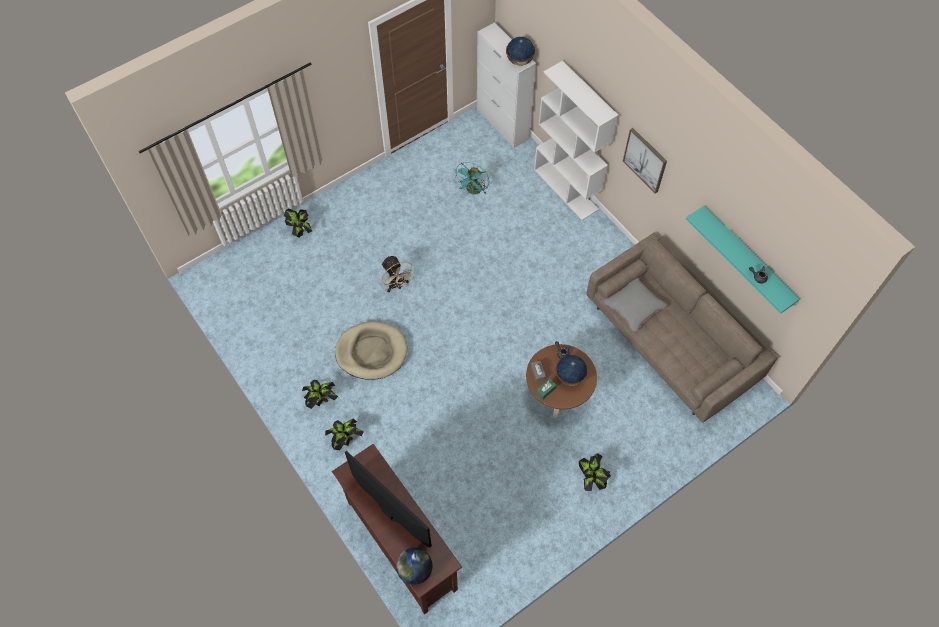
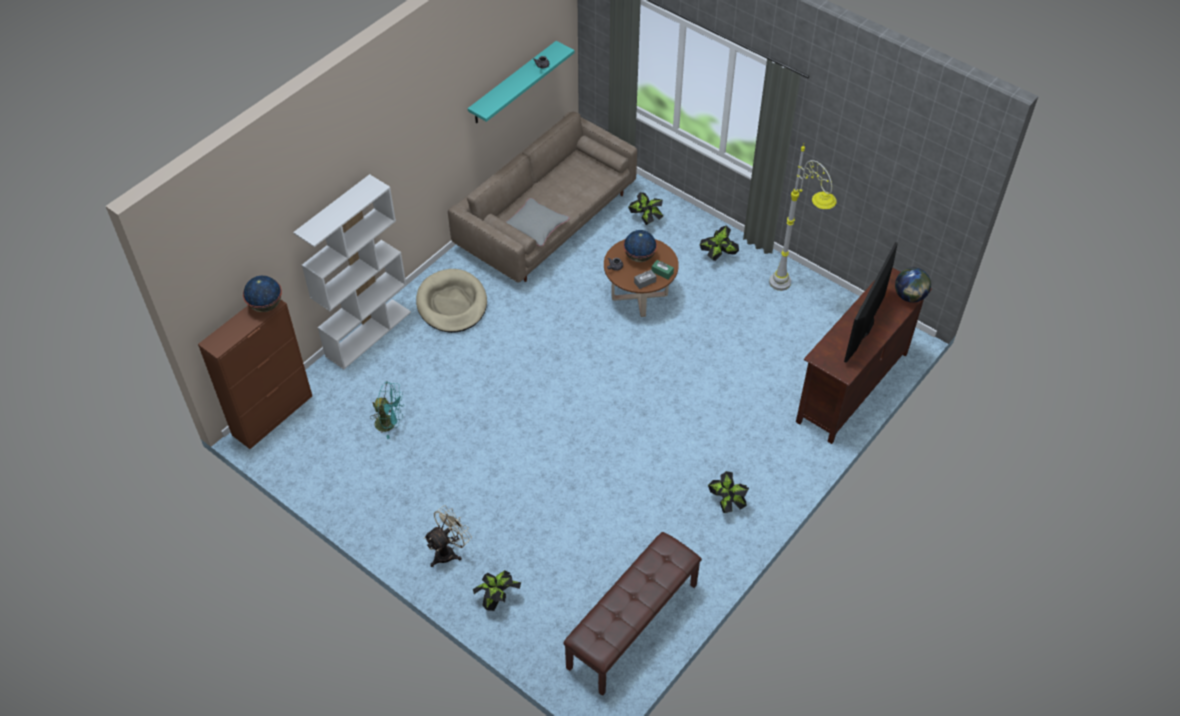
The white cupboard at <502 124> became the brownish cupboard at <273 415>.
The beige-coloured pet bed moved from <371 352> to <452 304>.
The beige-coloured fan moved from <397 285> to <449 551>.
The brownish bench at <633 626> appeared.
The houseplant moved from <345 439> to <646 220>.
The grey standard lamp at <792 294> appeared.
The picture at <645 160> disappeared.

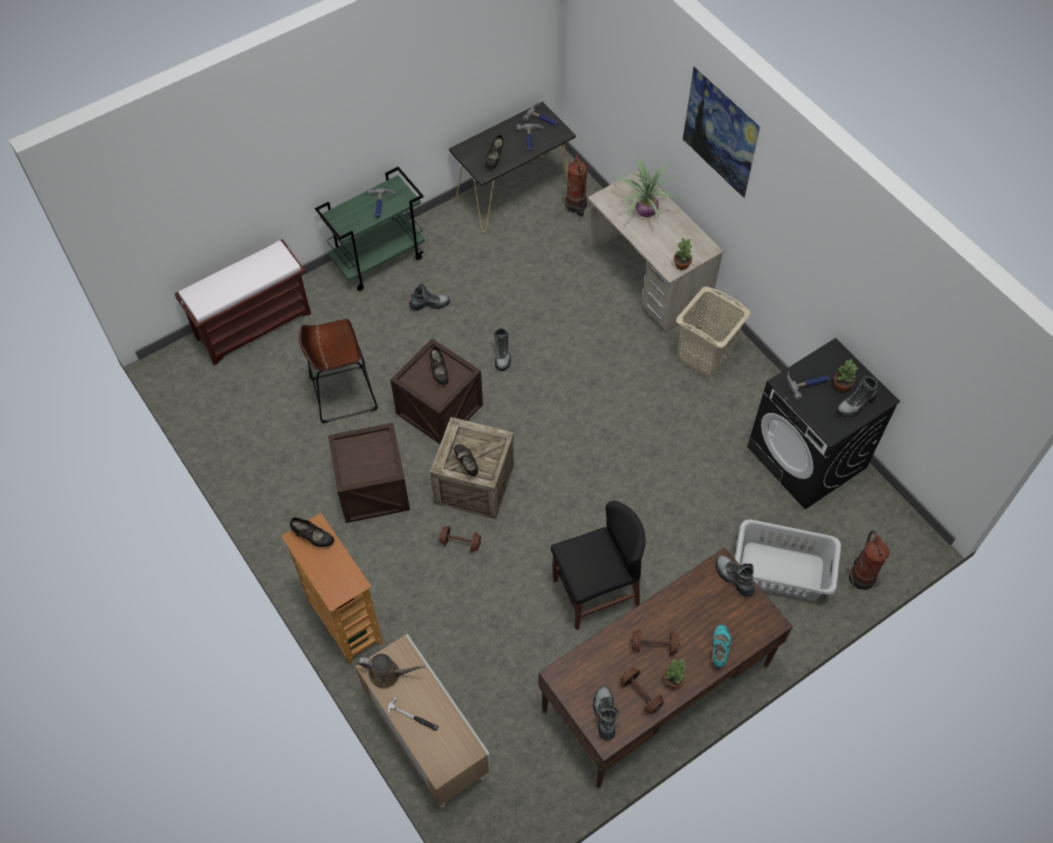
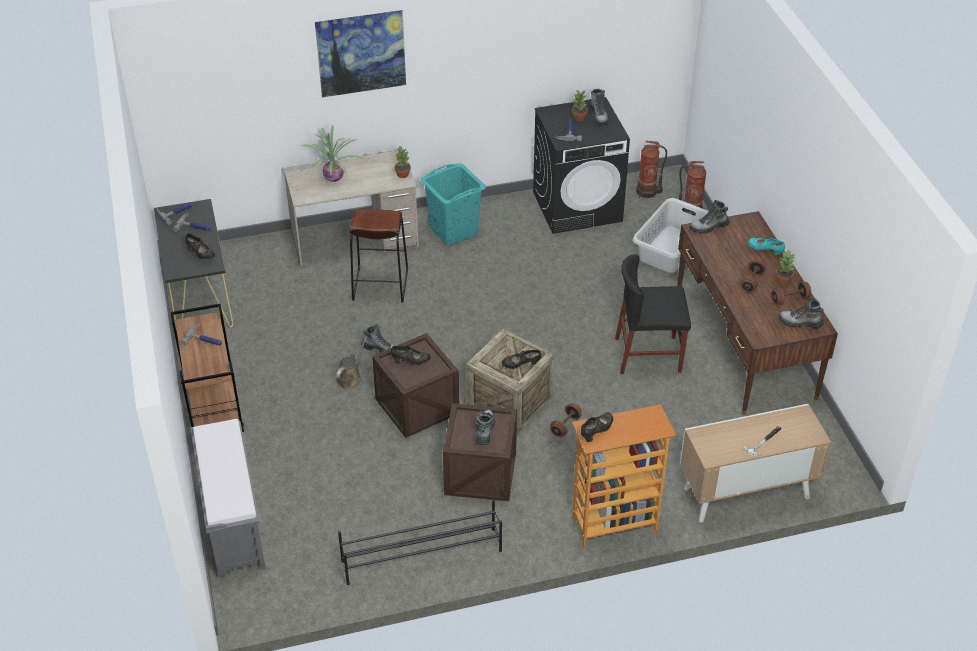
The green trolley at <379 259> became the brownish trolley at <213 408>.
The brownish bench at <254 324> became the grey bench at <233 524>.
The brownish sprinkling can moved from <388 674> to <350 378>.
The black-coloured shoe shelf at <421 556> appeared.
The brownish stool moved from <343 394> to <380 285>.
The beige-coloured laundry basket at <704 356> became the turquoise laundry basket at <453 231>.
The tall boot moved from <429 304> to <485 431>.
The black-coloured chair at <595 592> turned 90 degrees counterclockwise.
The fire extinguisher moved from <575 205> to <647 192>.

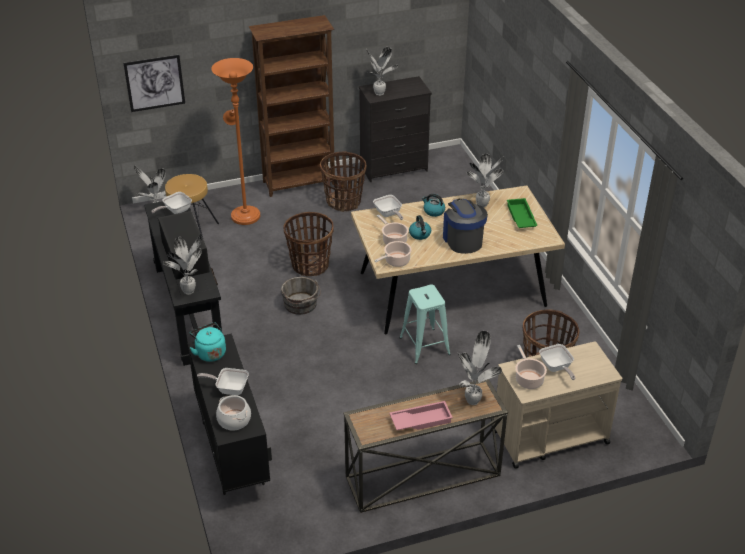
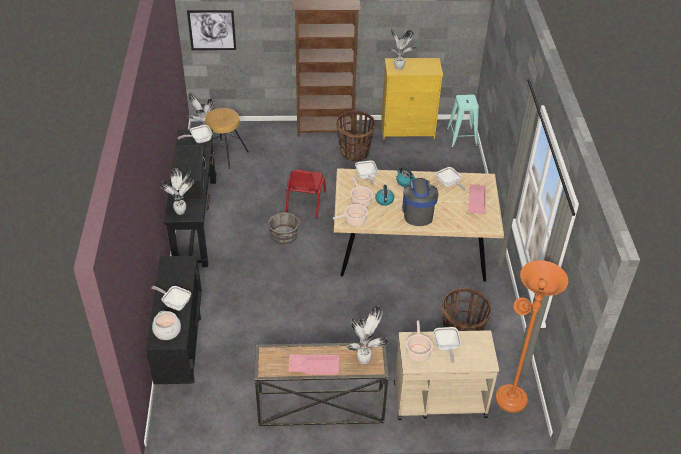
The household basket at <310 265> was replaced by the red-coloured chair at <305 203>.
The black-coloured chest of drawers at <394 168> became the yellow-coloured chest of drawers at <408 130>.
The houseplant at <483 205> was replaced by the frying pan at <449 184>.
The turquoise stool moved from <424 346> to <461 138>.
The green tray at <520 217> became the pink-coloured tray at <476 202>.
The orange standard lamp moved from <244 214> to <510 395>.
The turquoise water kettle at <209 352> disappeared.

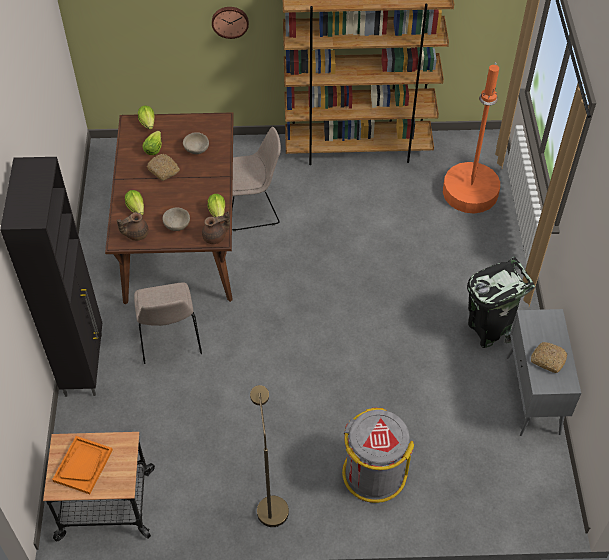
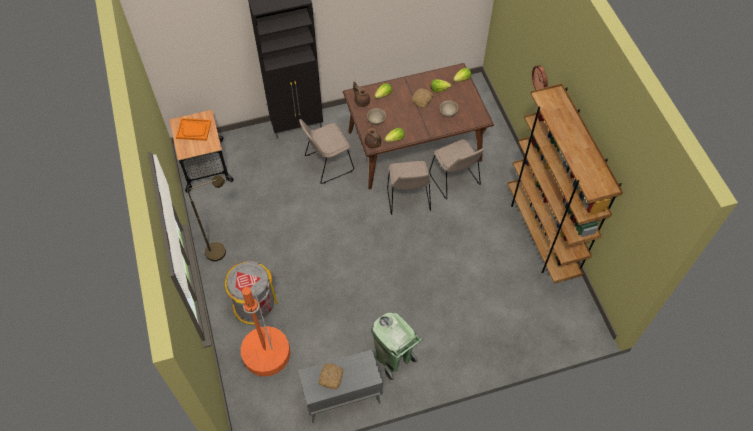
The orange standard lamp moved from <470 193> to <266 353>.
The black-coloured waste bin at <489 330> became the green waste bin at <393 359>.
The beige-coloured chair at <408 199> appeared.

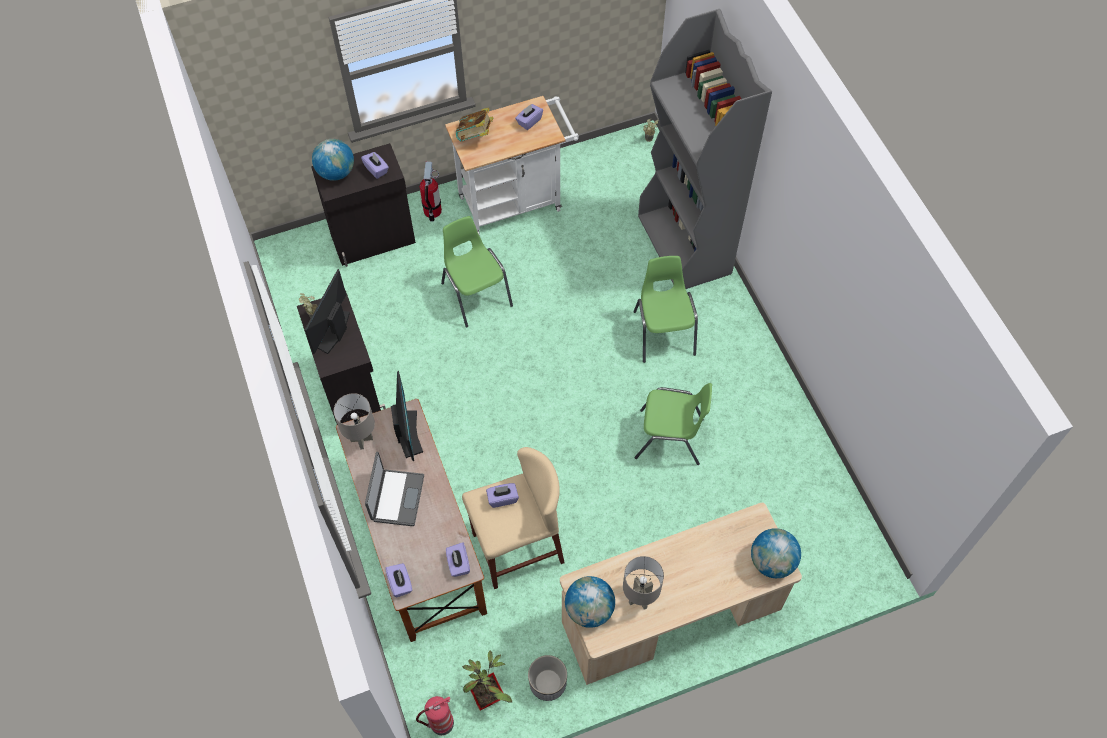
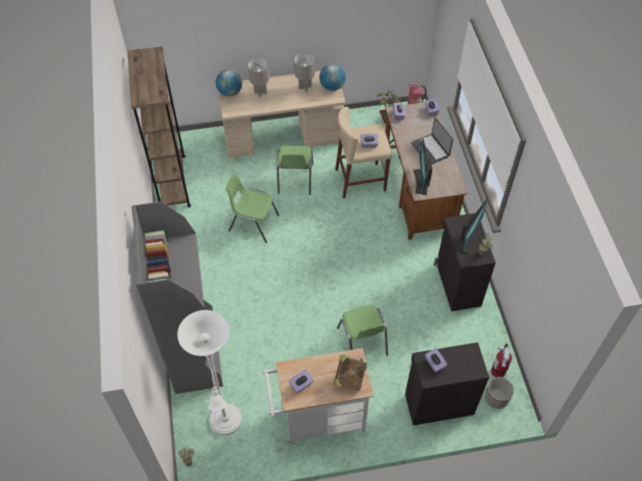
The brownish bookcase at <173 182> appeared.
The white standard lamp at <226 424> appeared.
The grey table lamp moved from <361 440> to <260 92>.
The green chair moved from <663 332> to <294 179>.
The laptop at <396 498> turned 45 degrees counterclockwise.
The flower pot moved from <547 683> to <496 398>.
The fire extinguisher moved from <432 211> to <498 371>.
The world globe at <336 172> disappeared.

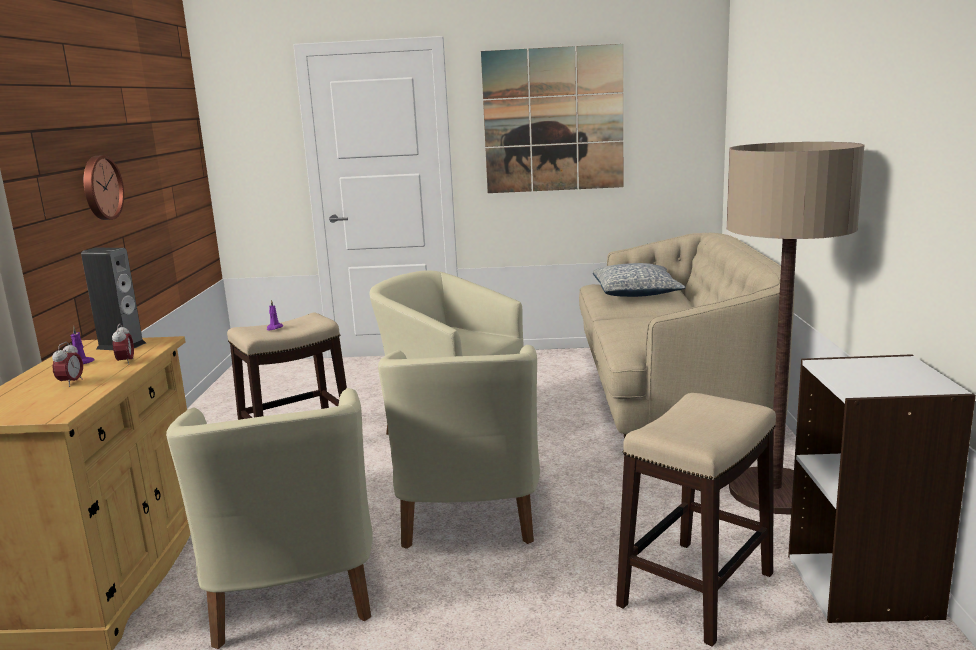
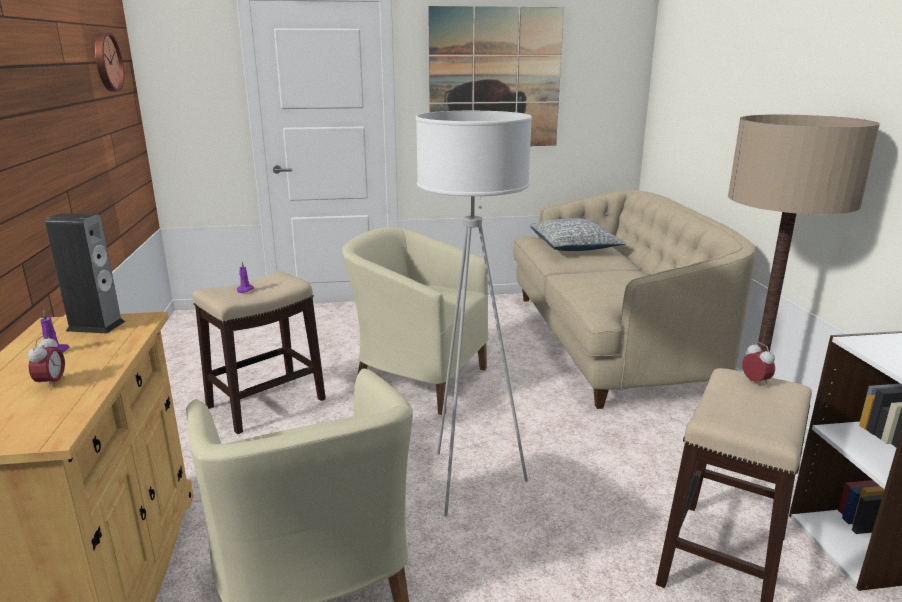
The wall clock moved from <100 188> to <106 62>.
The beige-coloured easy chair at <468 513> was replaced by the white standard lamp at <469 481>.
The bedside clock moved from <126 362> to <755 382>.

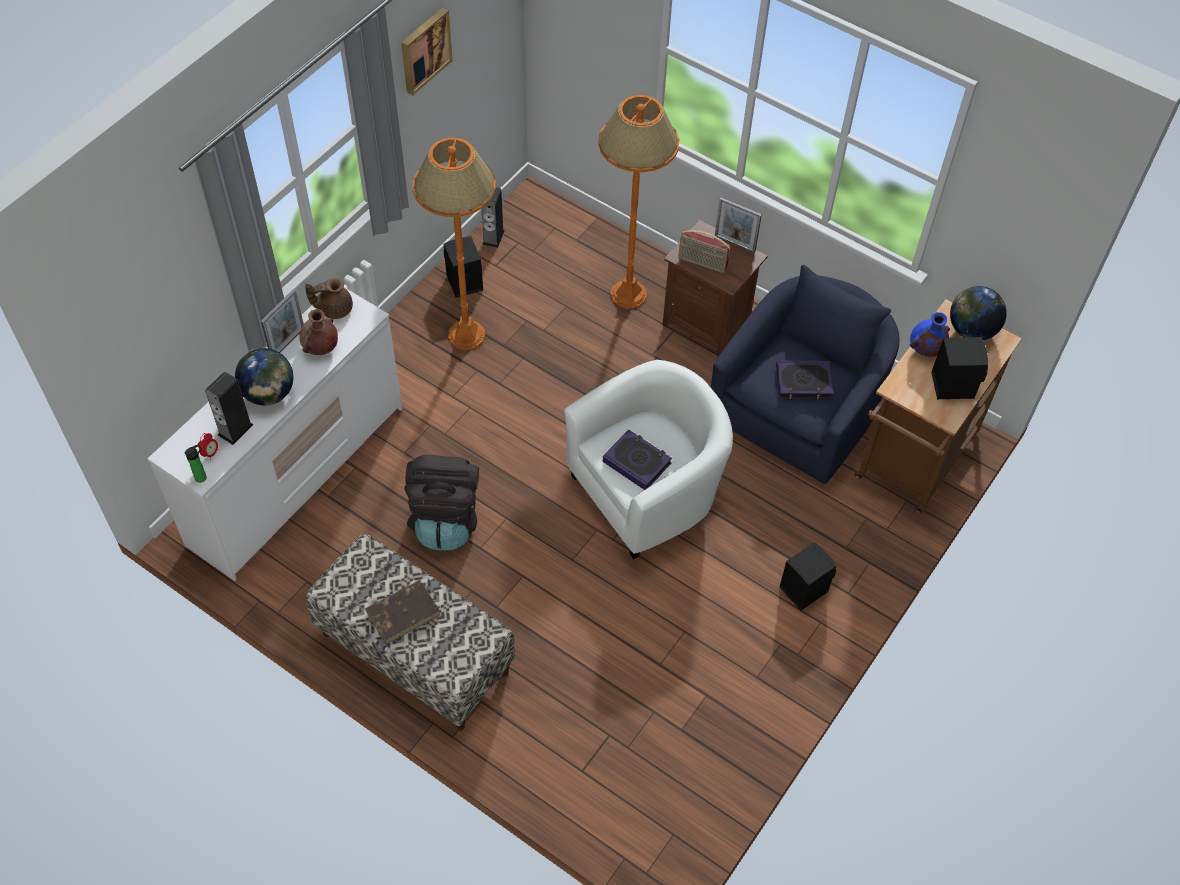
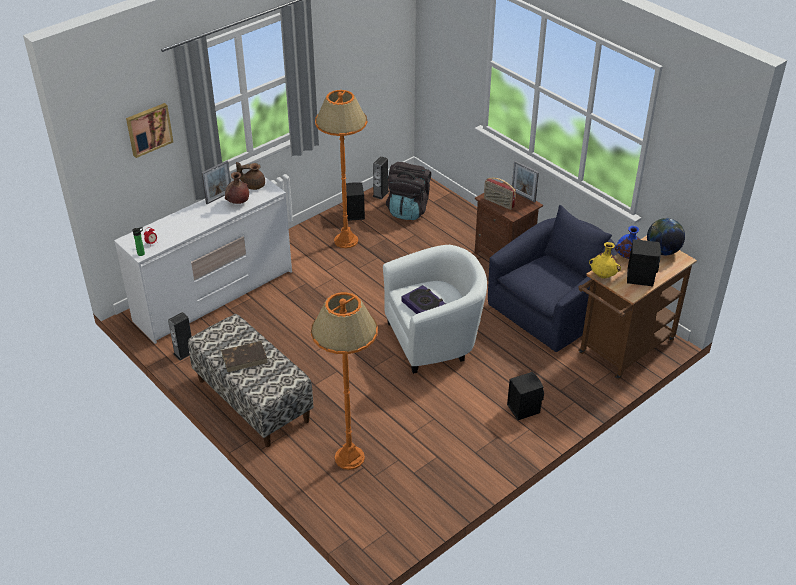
The picture moved from <424 50> to <148 129>.
The loudspeaker moved from <235 429> to <184 353>.
The orange standard lamp moved from <628 294> to <349 457>.
The black-coloured backpack moved from <446 520> to <408 210>.
The yellow-coloured decorative vase at <603 276> appeared.
The world globe at <269 394> disappeared.
The bound book at <803 383> disappeared.

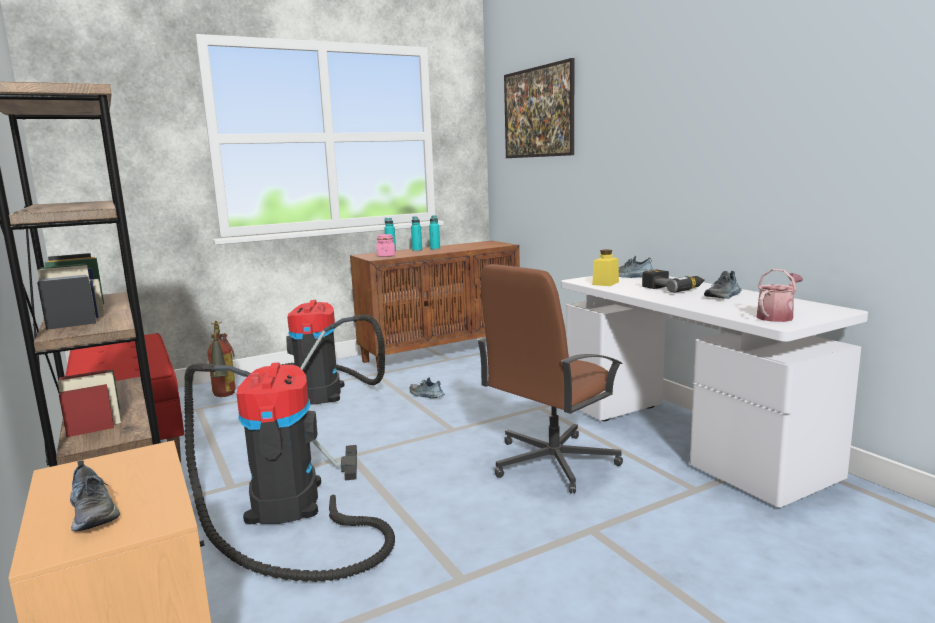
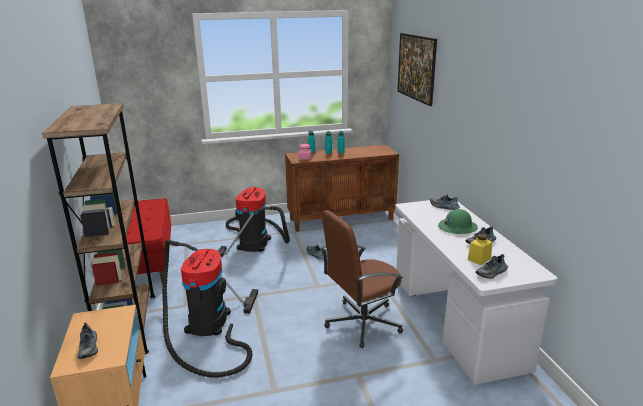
The electric drill at <673 288> was replaced by the green hard hat at <457 227>.
The yellow-coloured storage jar moved from <605 283> to <479 259>.
The sprinkling can at <777 316> was replaced by the shoe at <491 273>.
The fire extinguisher at <224 397> disappeared.

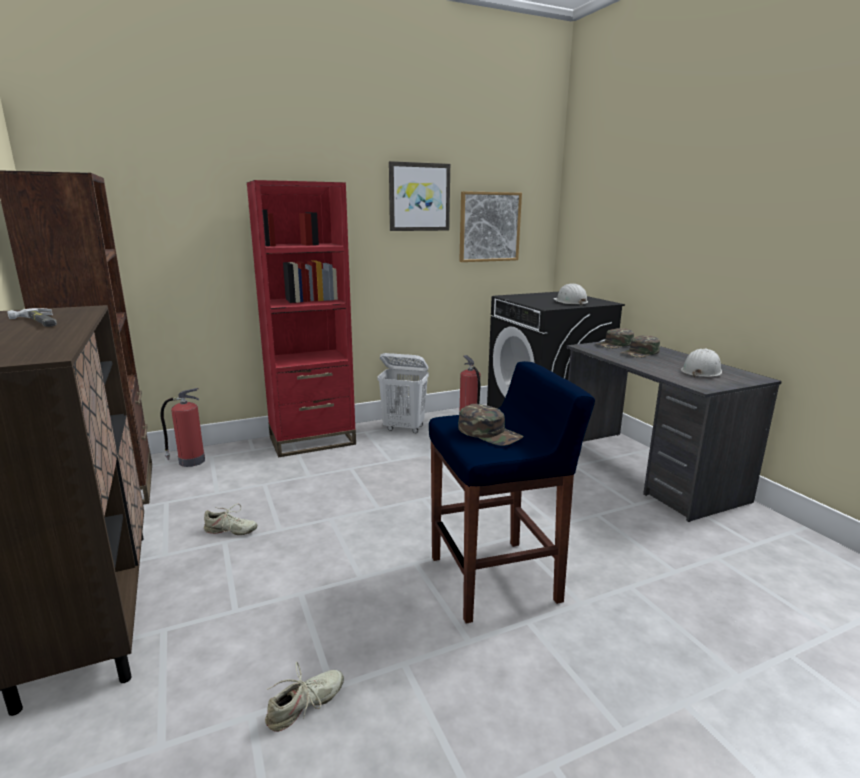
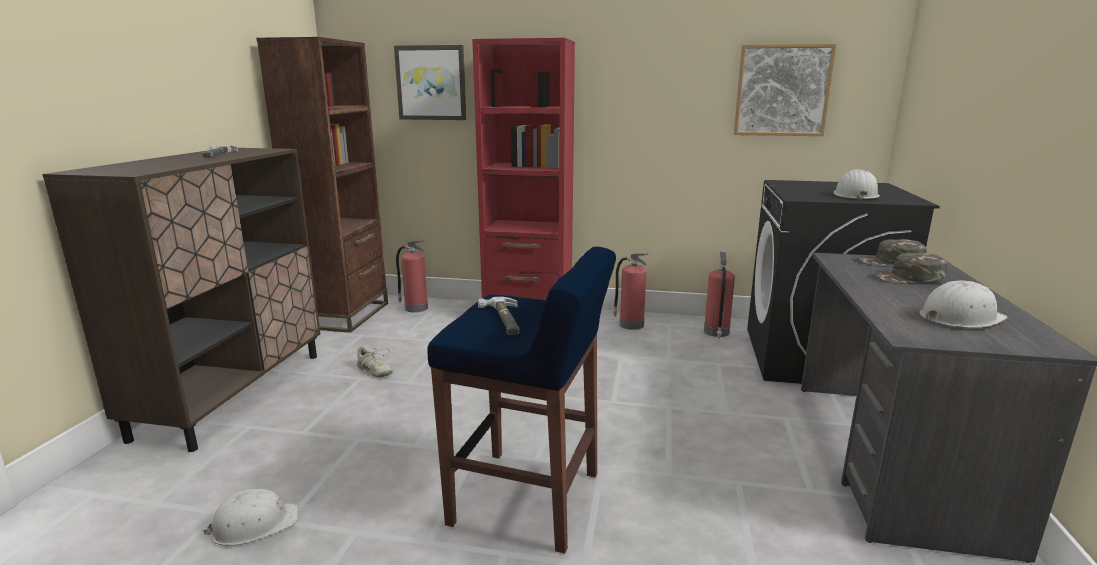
The beige-coloured shoe at <305 705> was replaced by the white hard hat at <254 524>.
The picture moved from <419 197> to <431 83>.
The green peaked cap at <489 433> was replaced by the hand hammer at <503 319>.
The white laundry basket at <404 428> was replaced by the fire extinguisher at <630 324>.

